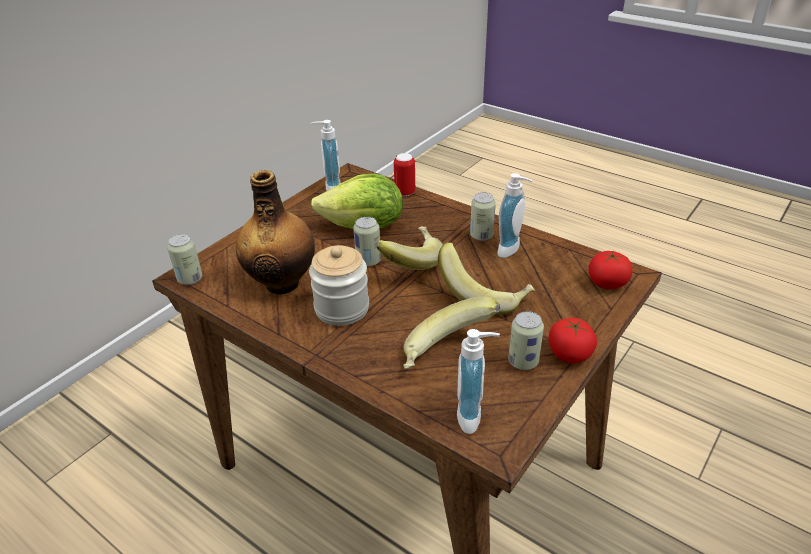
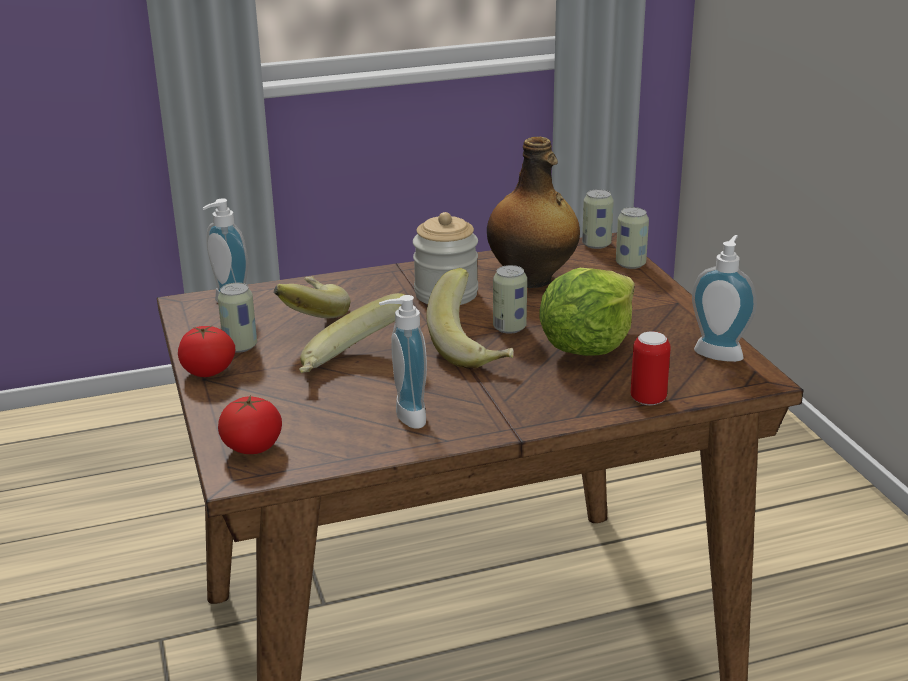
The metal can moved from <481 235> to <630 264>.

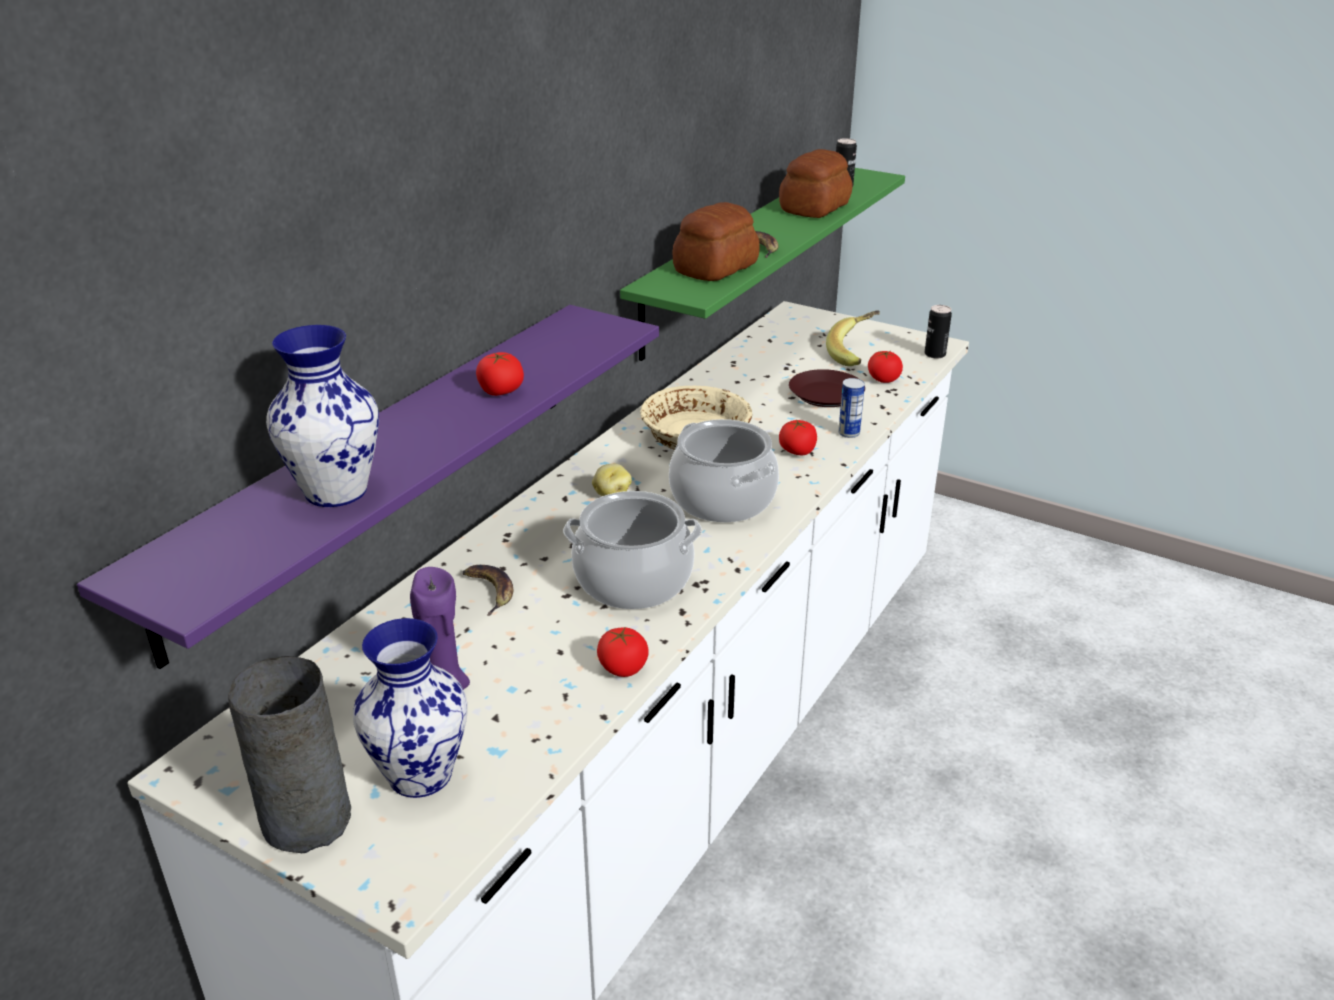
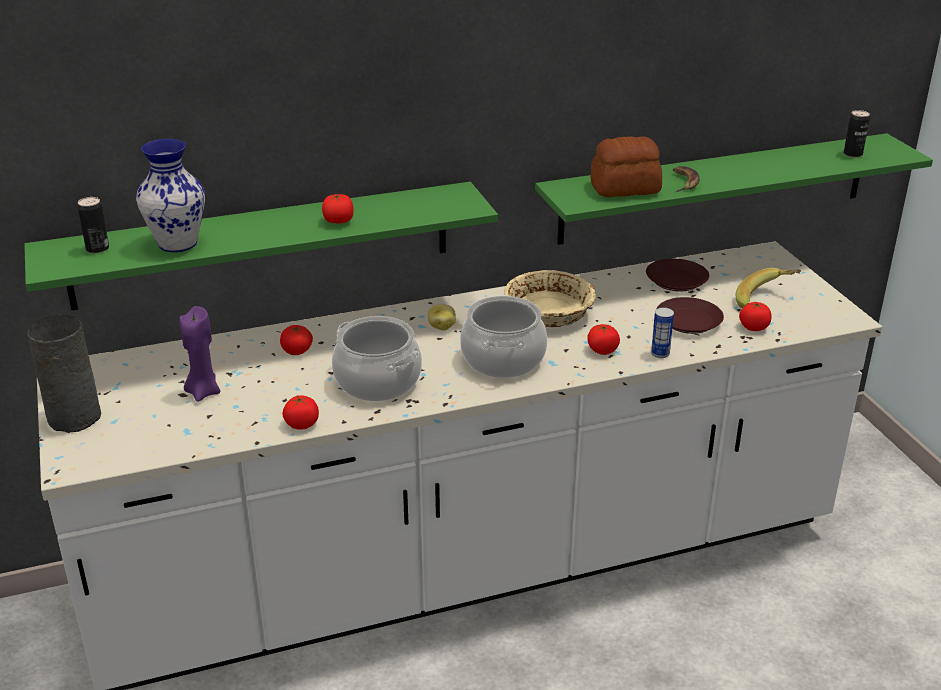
The purple bracket shelf at <382 465> became the green bracket shelf at <263 245>.
The metal can moved from <935 354> to <97 249>.
The banana fruit at <489 591> was replaced by the whole tomato at <297 351>.
The brownish plate at <676 281> appeared.
The decorative vase at <422 774> disappeared.
The bread at <816 208> disappeared.

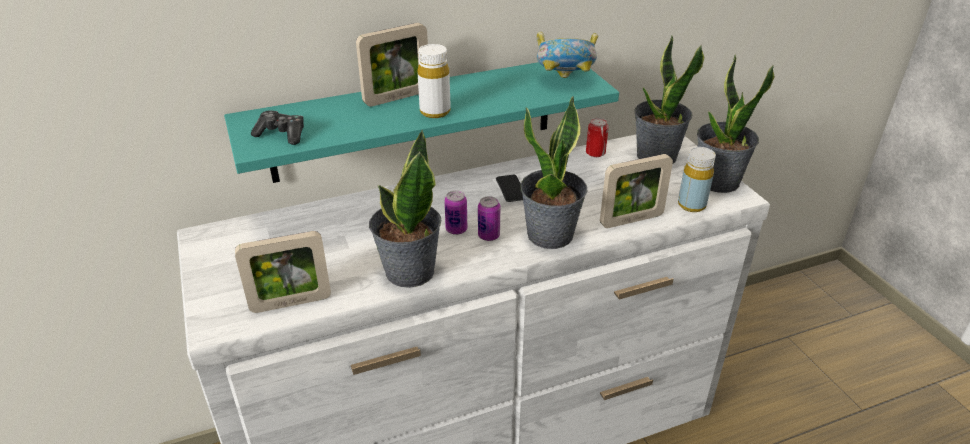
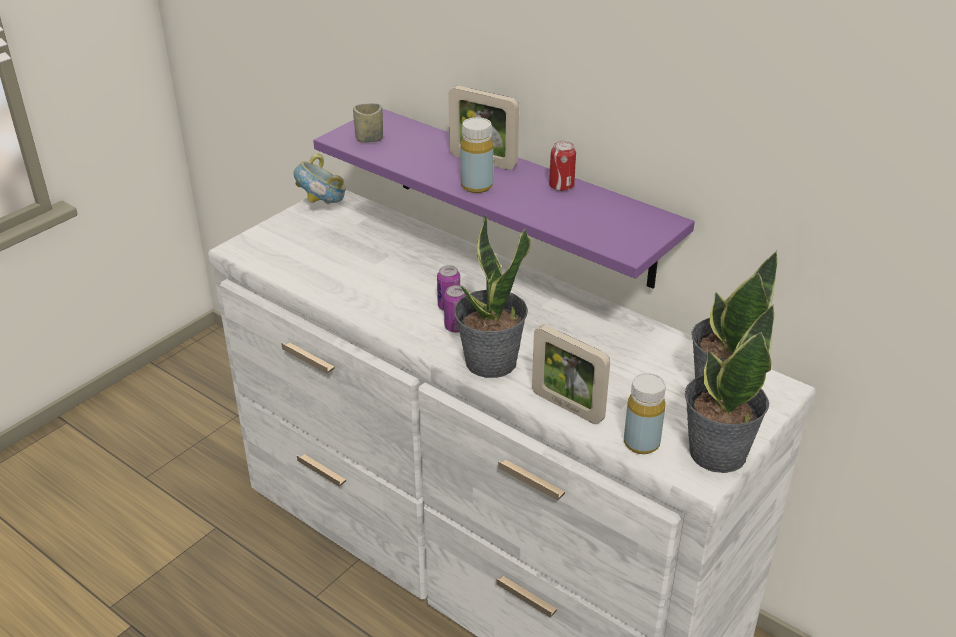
The bowl moved from <565 80> to <322 205>.
The turquoise bracket shelf at <415 119> became the purple bracket shelf at <521 196>.
The joypad at <281 134> was replaced by the cup at <369 139>.
The white bottle at <435 112> became the yellow-coloured bottle at <476 186>.
The metal can moved from <595 153> to <561 186>.
The standing frame at <291 303> disappeared.
The houseplant at <408 271> disappeared.
The phone at <511 189> disappeared.

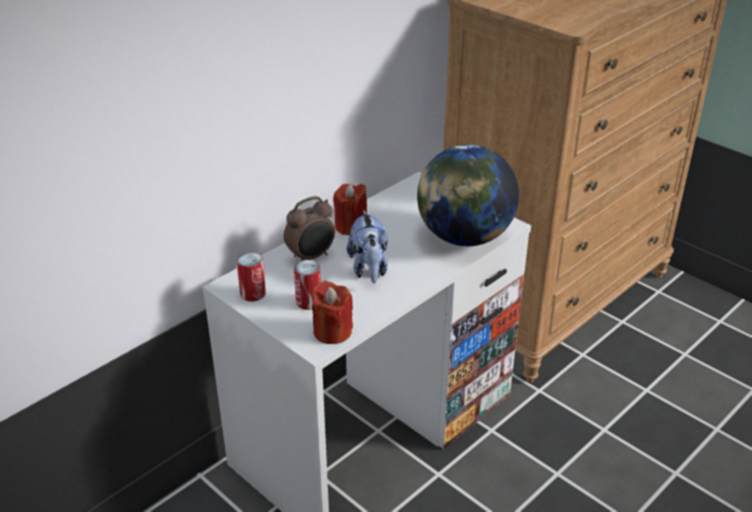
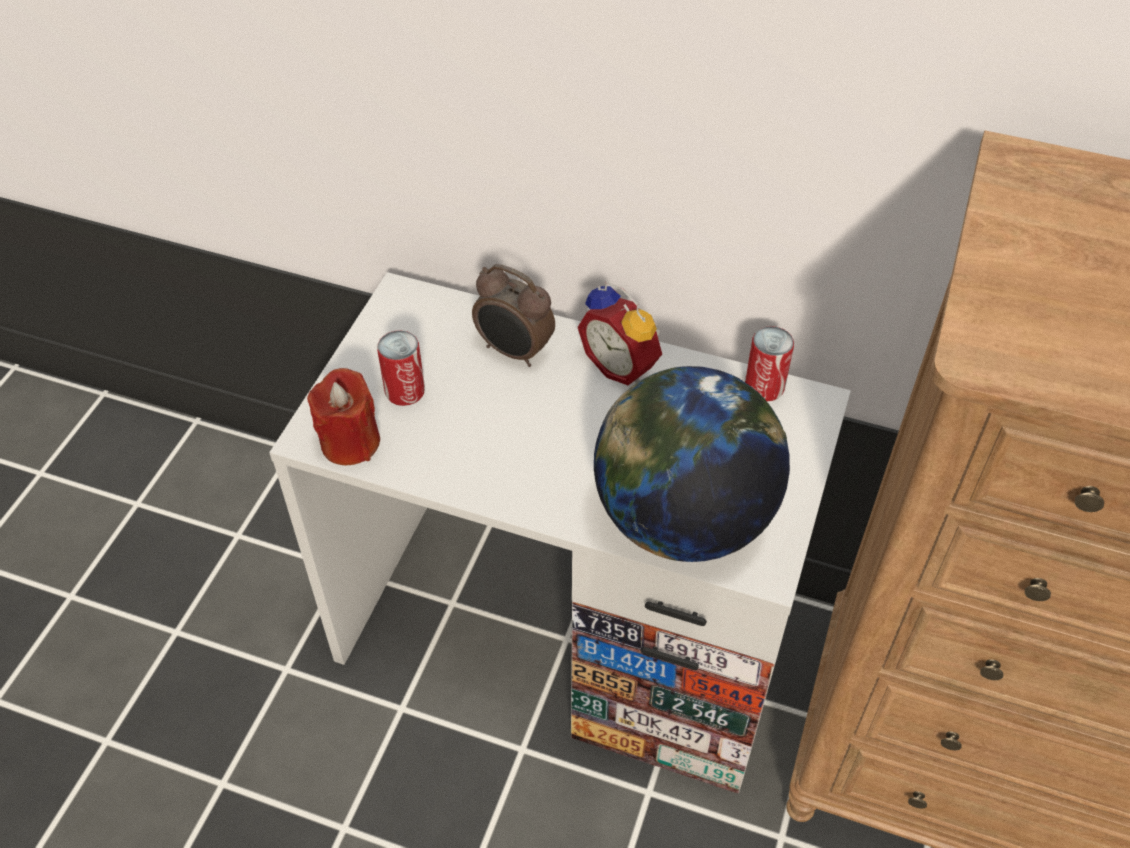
The red-coloured wax light at <351 226> was replaced by the bedside clock at <622 365>.
The metal can moved from <253 294> to <764 387>.
The soft toy at <369 269> disappeared.

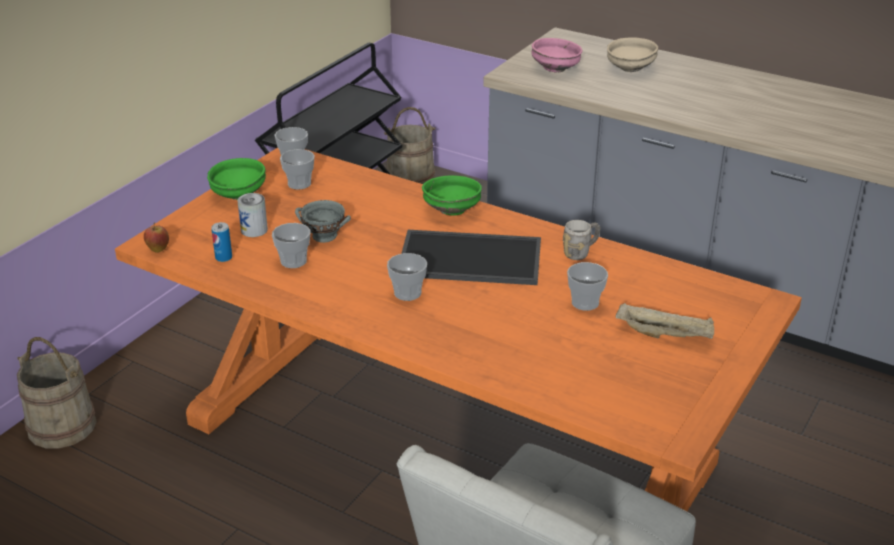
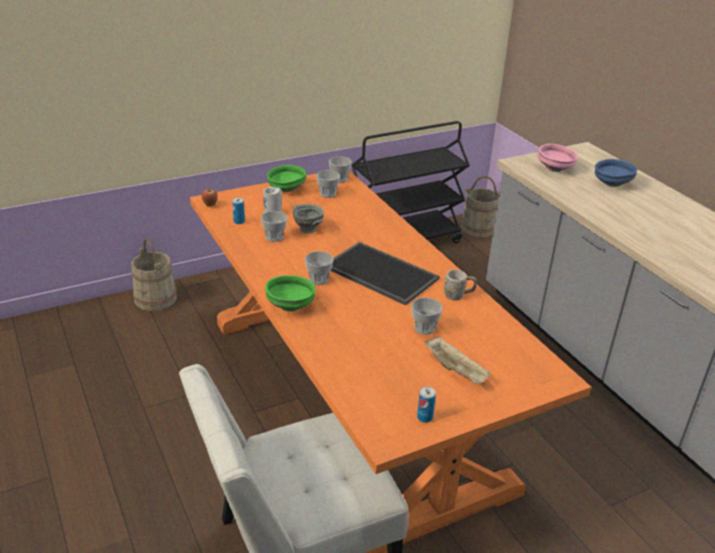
The green bowl moved from <452 210> to <291 305>.
The metal can at <424 417> appeared.
The beige-coloured bowl at <629 68> became the blue bowl at <611 183>.

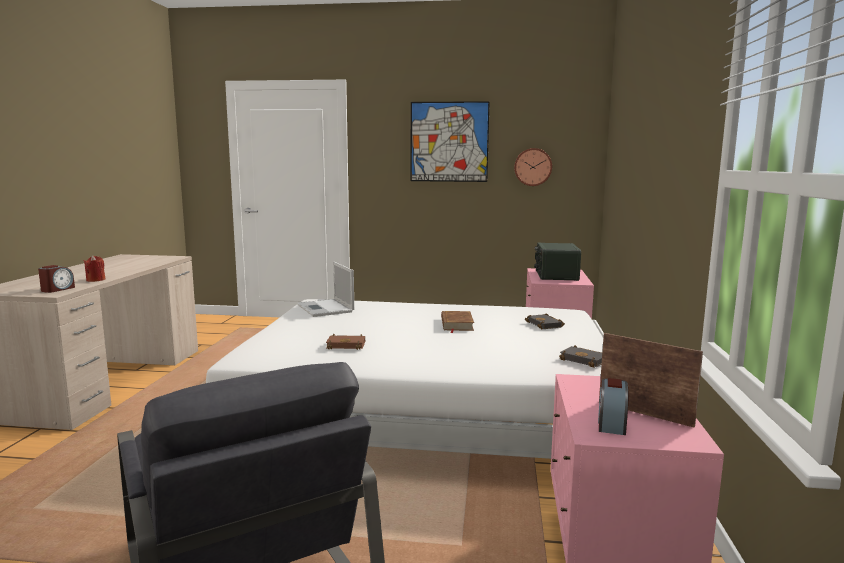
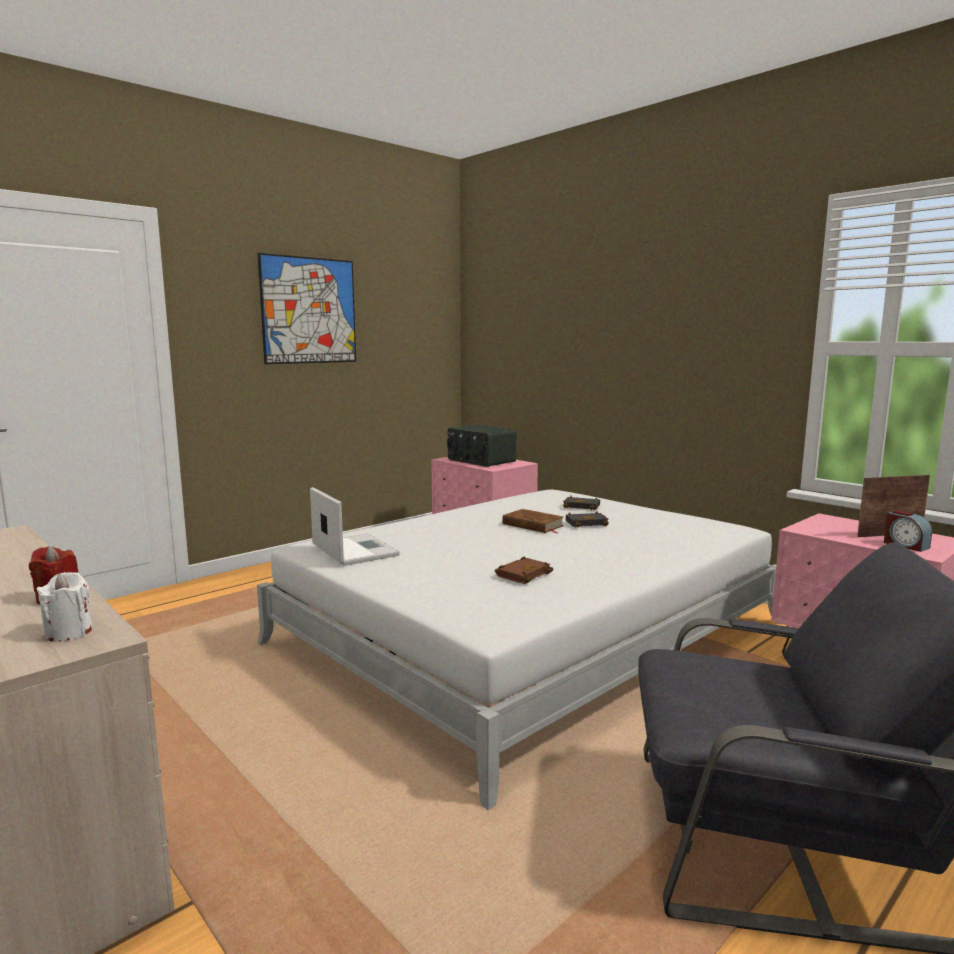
The bedside clock at <57 289> was replaced by the white wax light at <68 632>.
The laptop at <326 308> turned 135 degrees counterclockwise.
The black-coloured bound book moved from <585 360> to <587 523>.
The wall clock at <532 167> disappeared.

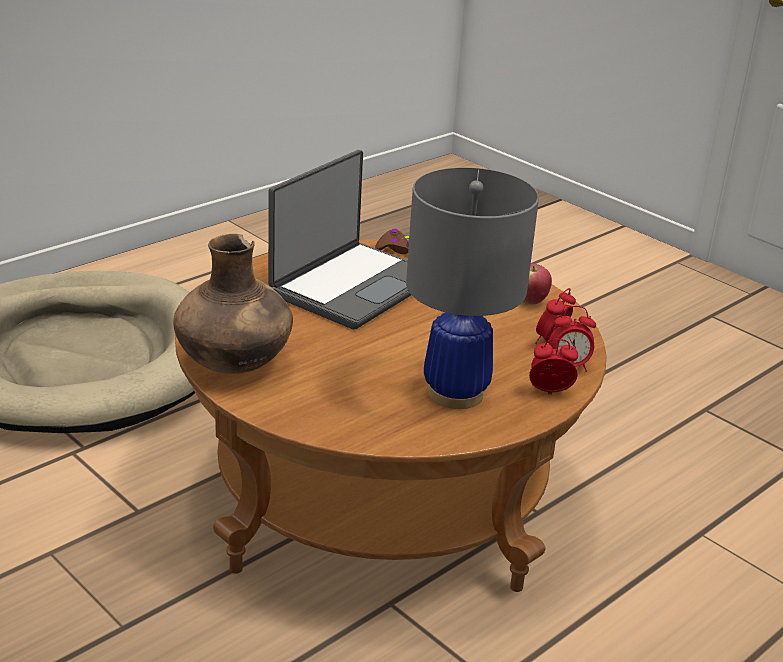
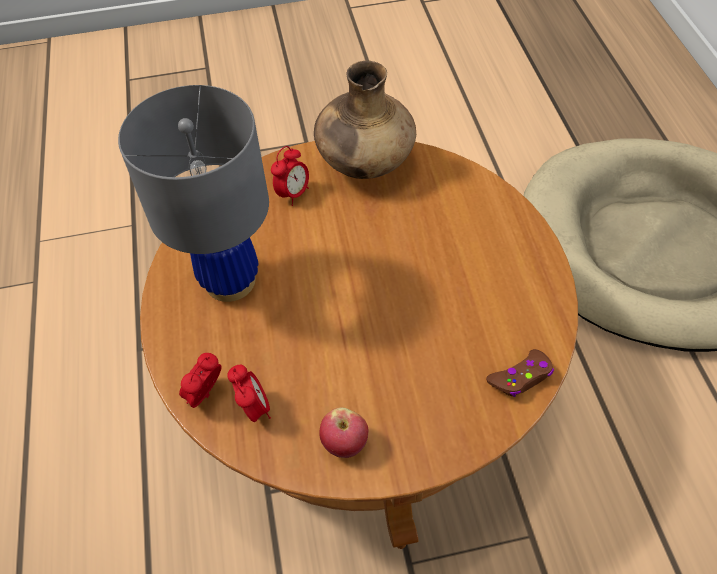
The bedside clock moved from <549 392> to <293 194>.
The laptop at <352 286> disappeared.

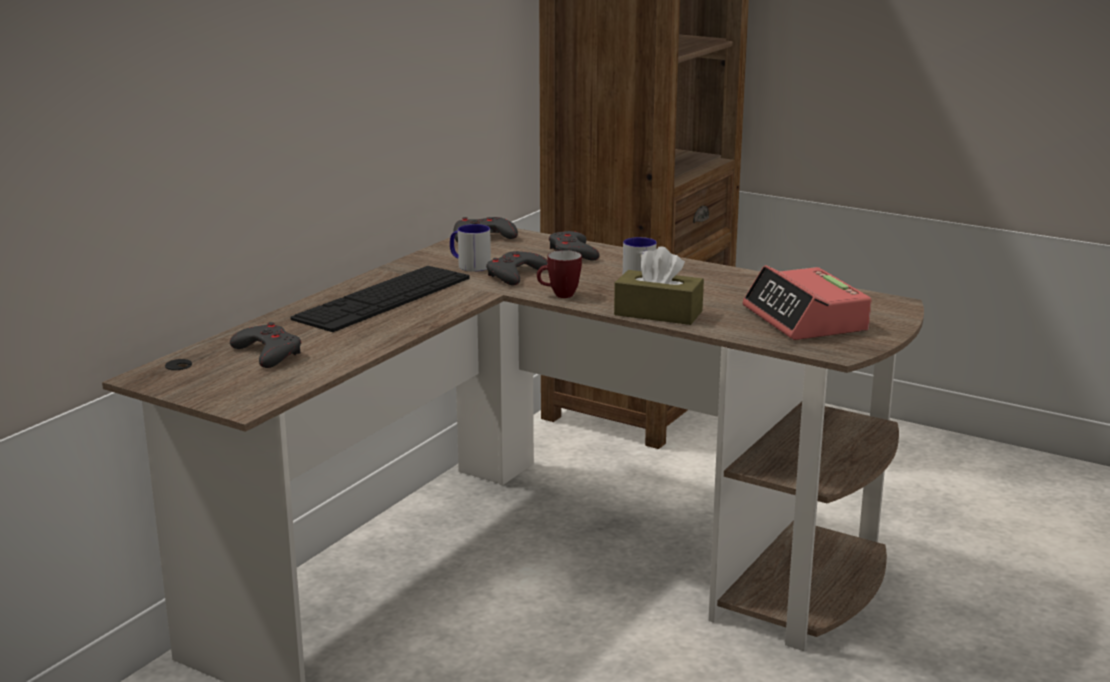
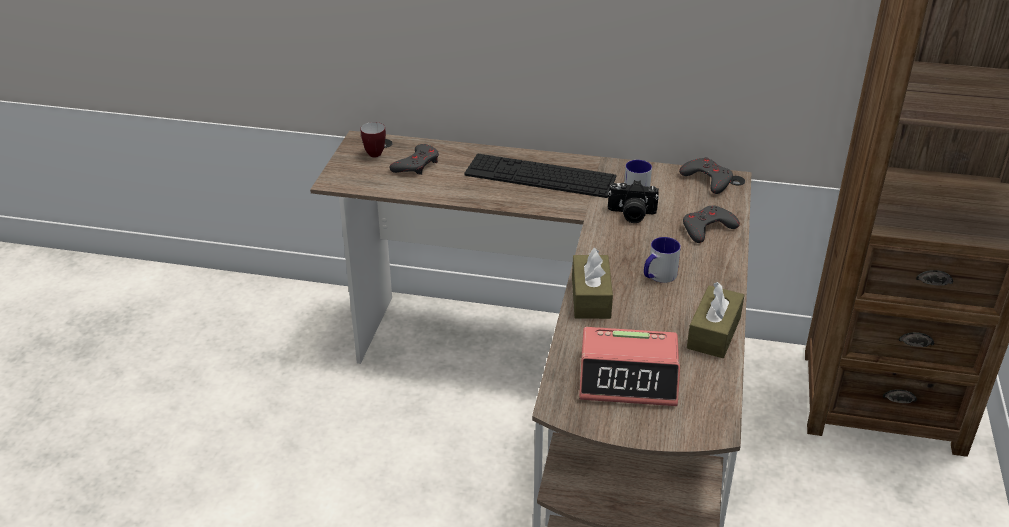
The coffee mug moved from <559 295> to <373 153>.
The bedside clock at <805 319> turned 135 degrees counterclockwise.
The grey joypad at <515 274> was replaced by the still camera at <631 214>.
The brownish tissue holder at <714 333> appeared.

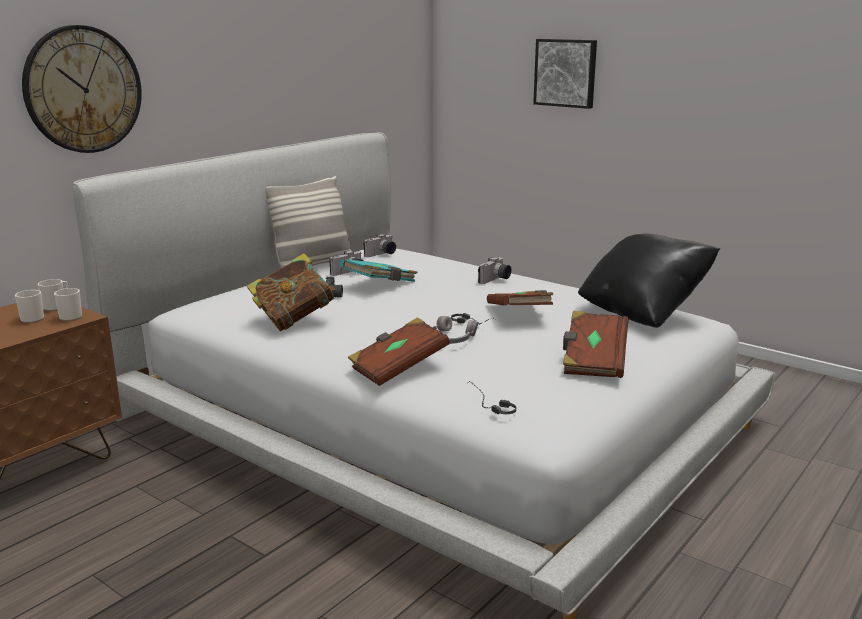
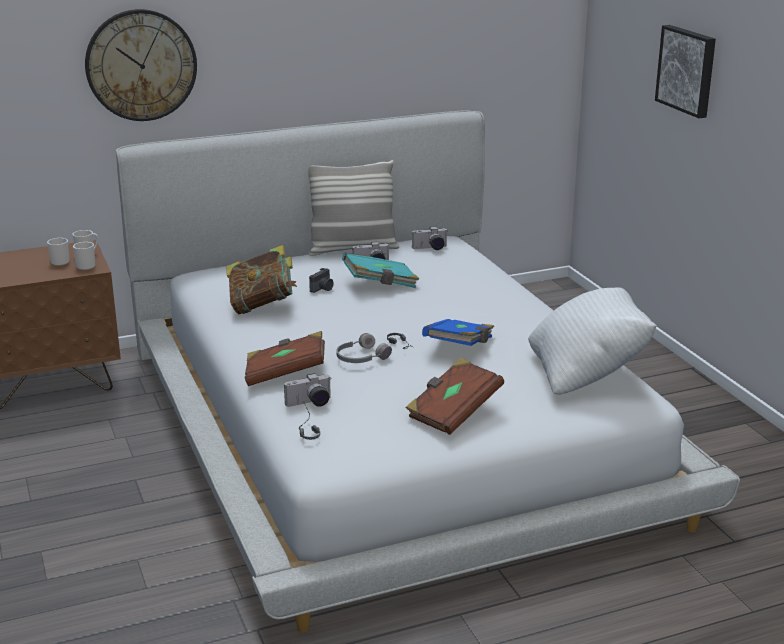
The still camera moved from <495 280> to <310 403>.
The brownish bound book at <520 314> became the blue bound book at <460 347>.
The black-coloured pillow at <643 312> became the white pillow at <587 374>.

